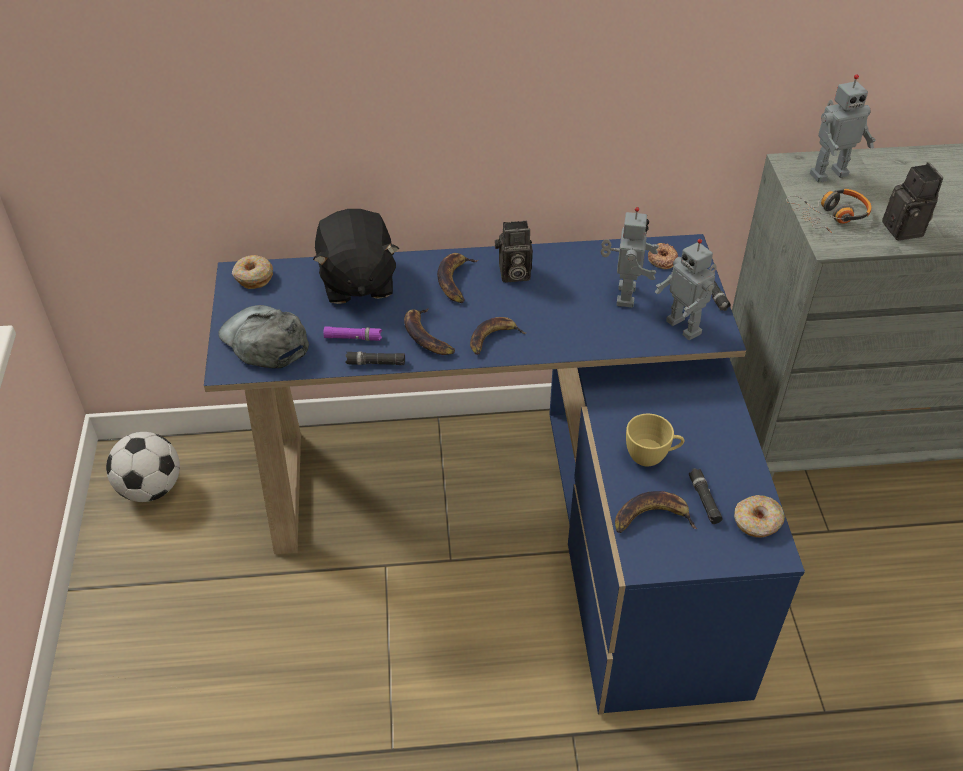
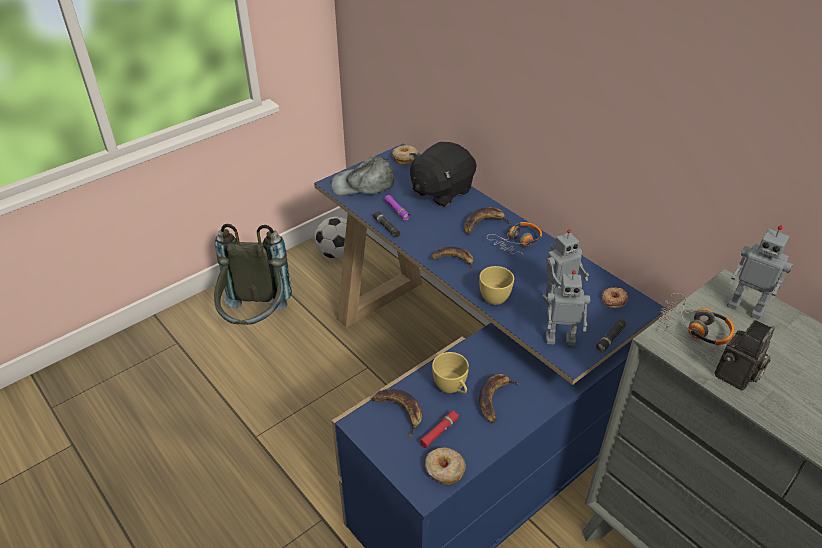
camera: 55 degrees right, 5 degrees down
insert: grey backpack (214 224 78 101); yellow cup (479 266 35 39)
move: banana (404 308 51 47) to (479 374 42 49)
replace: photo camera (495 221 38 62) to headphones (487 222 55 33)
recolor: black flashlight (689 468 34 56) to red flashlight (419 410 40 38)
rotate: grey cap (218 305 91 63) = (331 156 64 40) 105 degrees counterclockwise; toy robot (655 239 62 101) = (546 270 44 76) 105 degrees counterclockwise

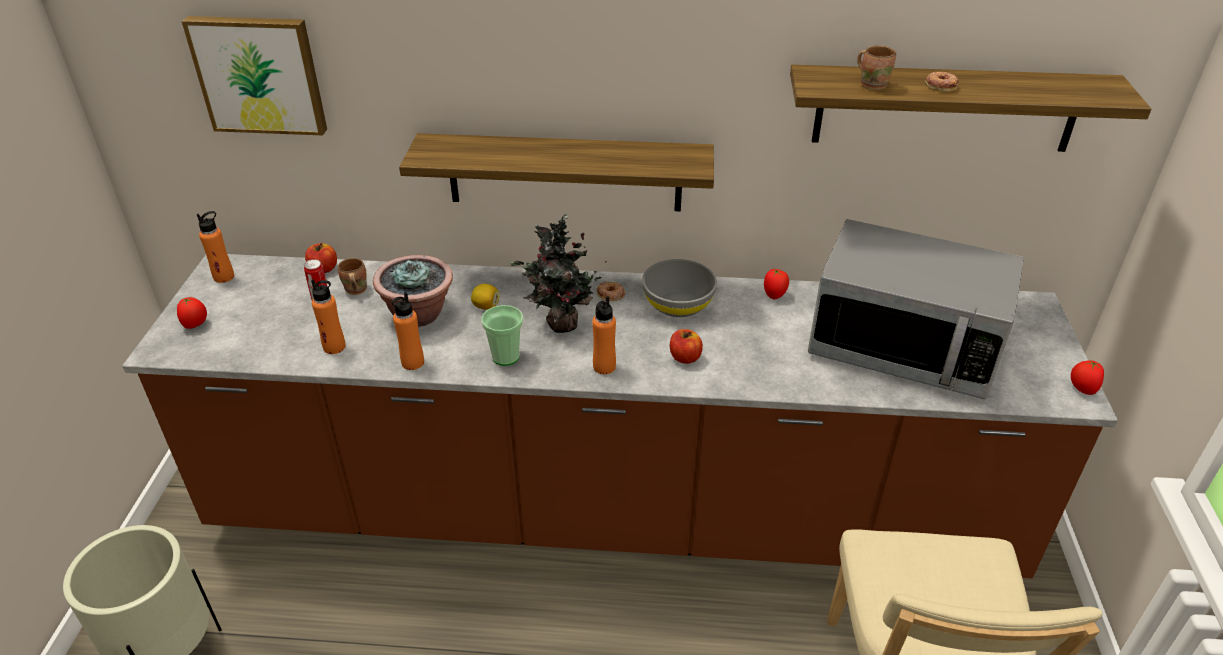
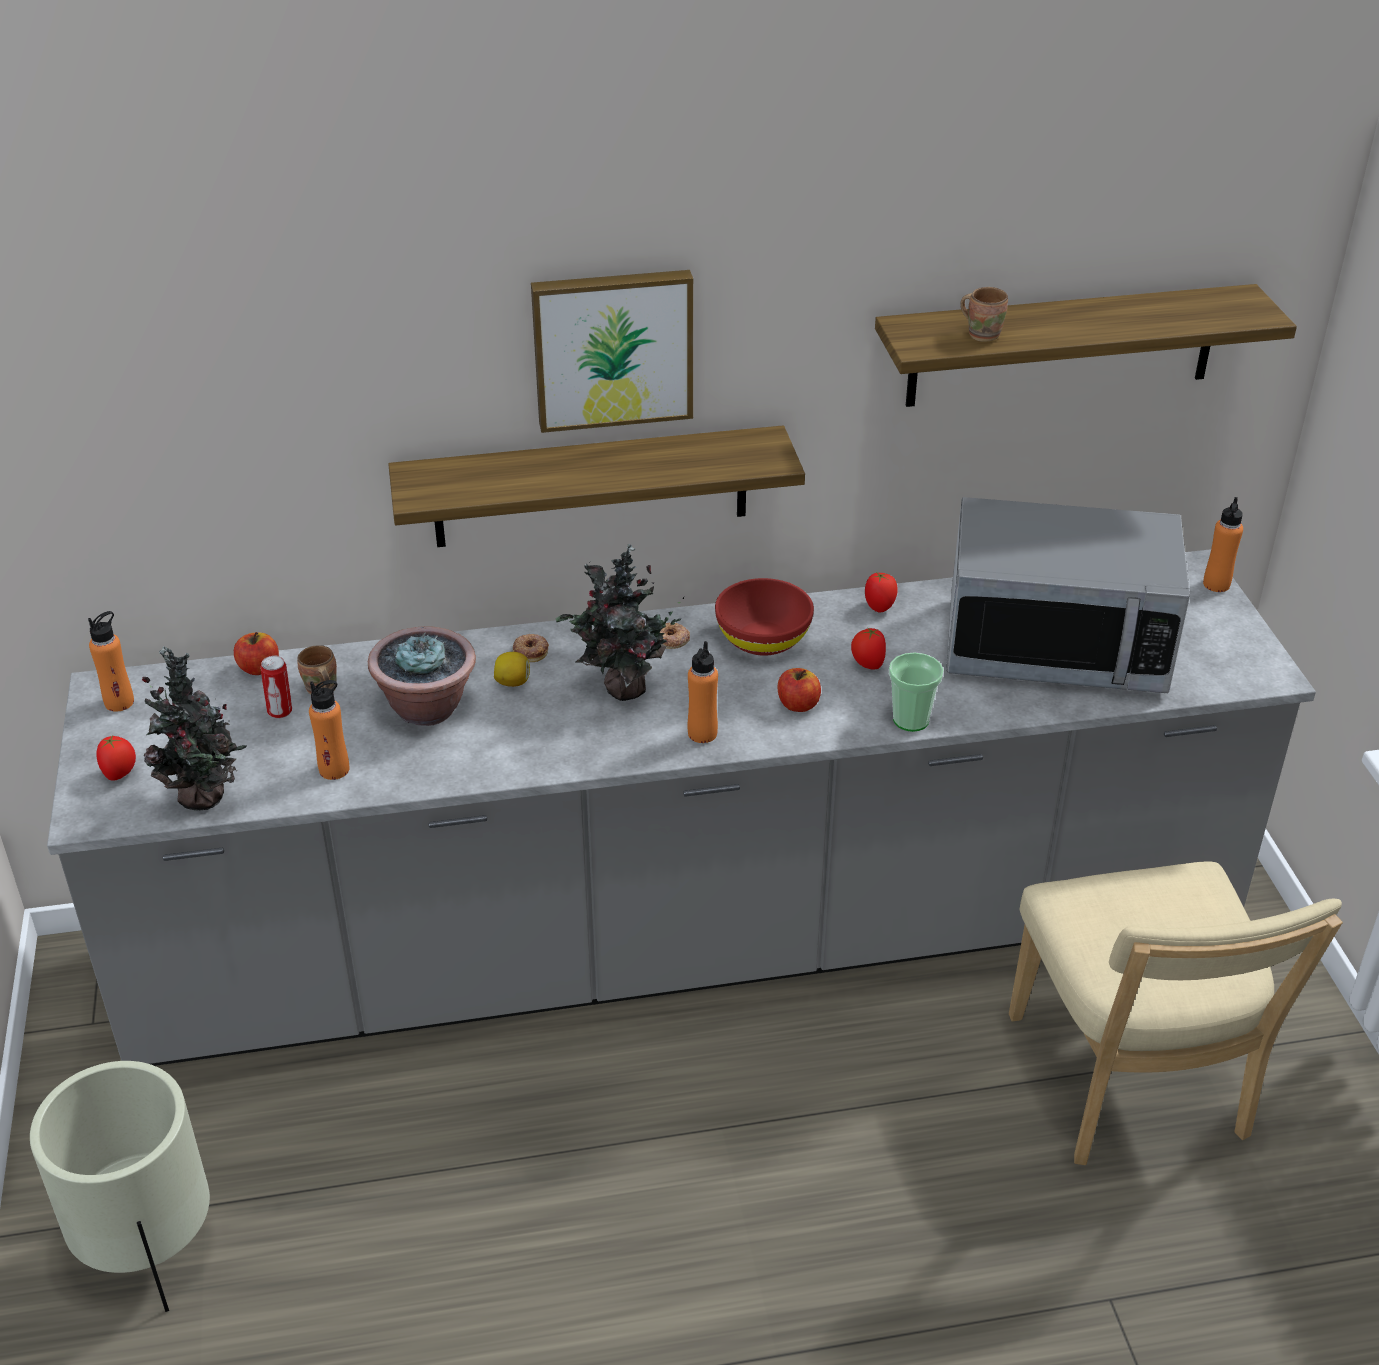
camera: 15 degrees left, 0 degrees up
insert: potted plant (142 646 105 165)
move: picture (182 16 145 119) to (531 270 162 163); orange bottle (392 292 32 78) to (1203 497 40 95); cup (481 305 42 61) to (889 652 55 80); donut (925 72 34 20) to (513 634 36 28); tomato (1071 359 33 36) to (851 627 35 43)
recolor: brown counter (122 254 996 325) to grey counter (47 549 1269 517); grey bowl (642 259 75 58) to red bowl (715 578 99 78)

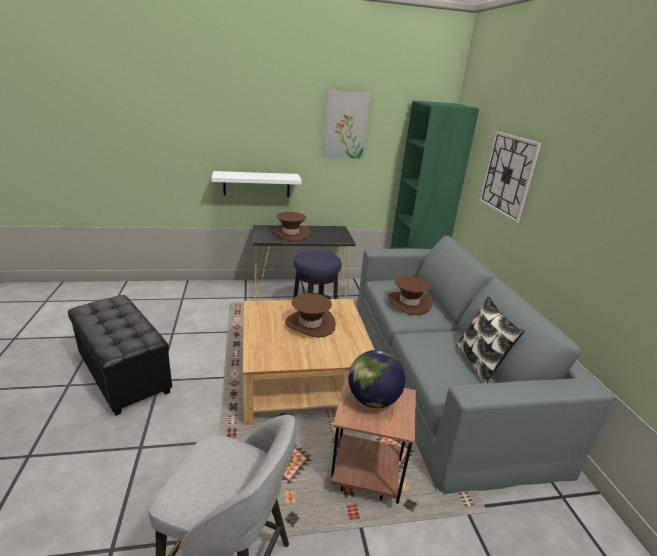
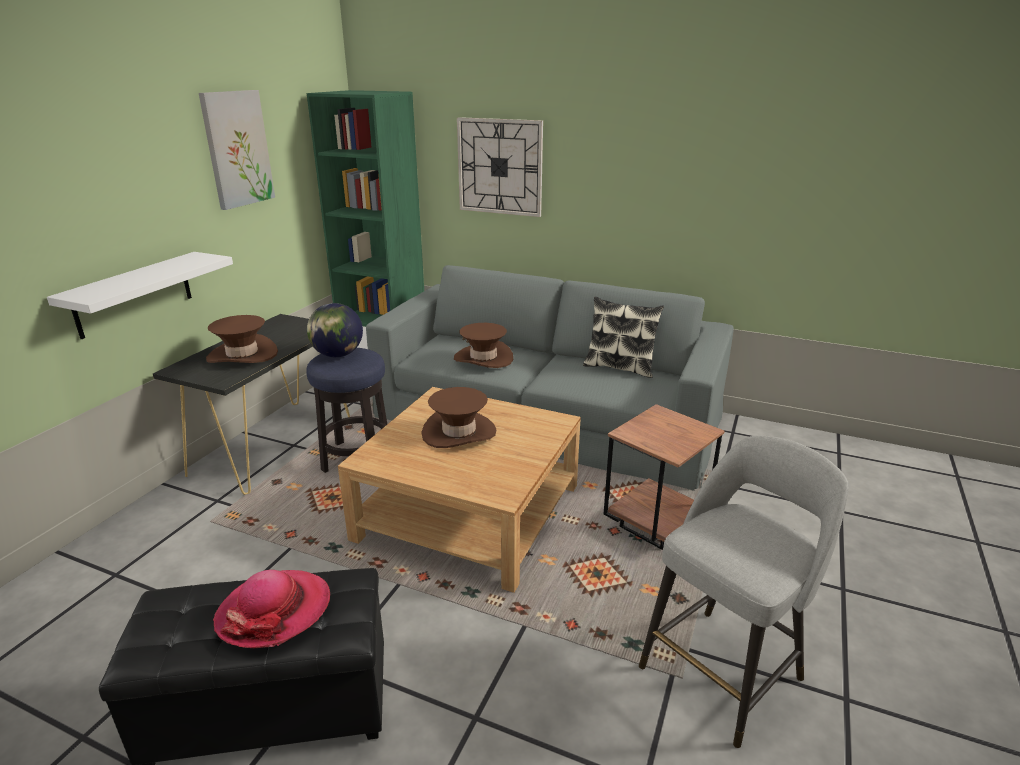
camera: 55 degrees left, 0 degrees up
insert: hat (213 570 117 78)
move: globe (348 350 57 58) to (307 303 56 54)

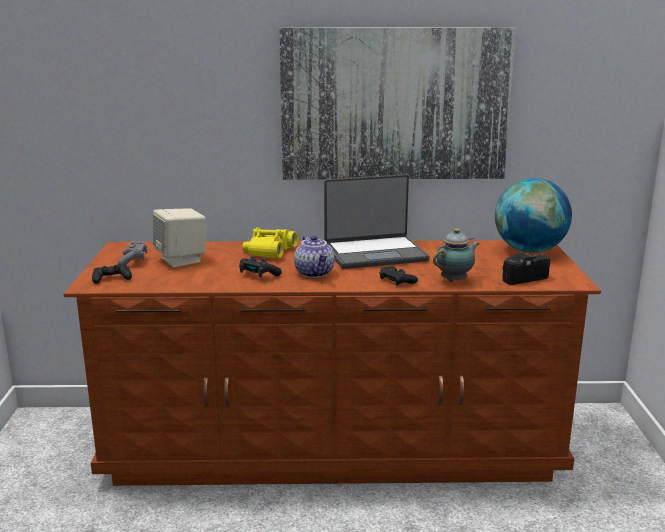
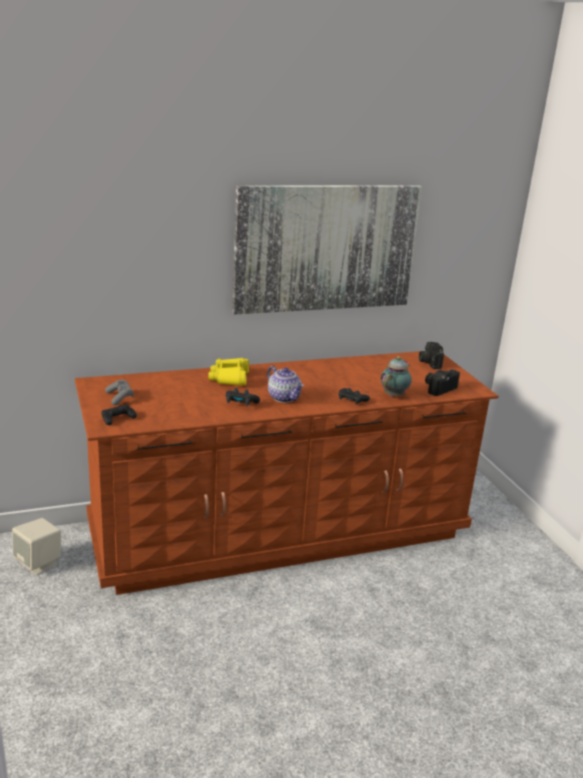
camera: 20 degrees left, 5 degrees up
delete: laptop (324 174 106 95)
move: beige speaker (153 208 53 60) to (12 518 49 57)
replace: globe (495 178 77 75) to photo camera (419 342 25 27)

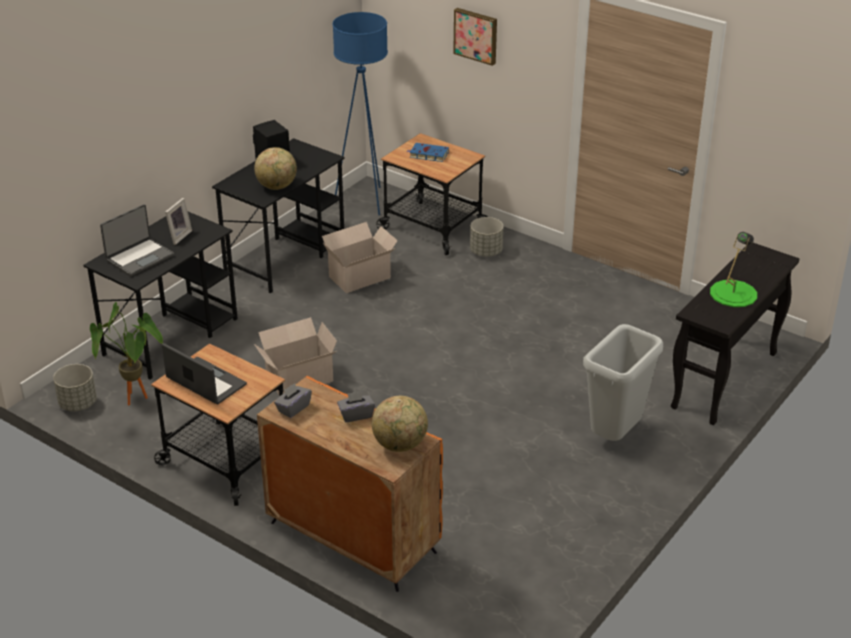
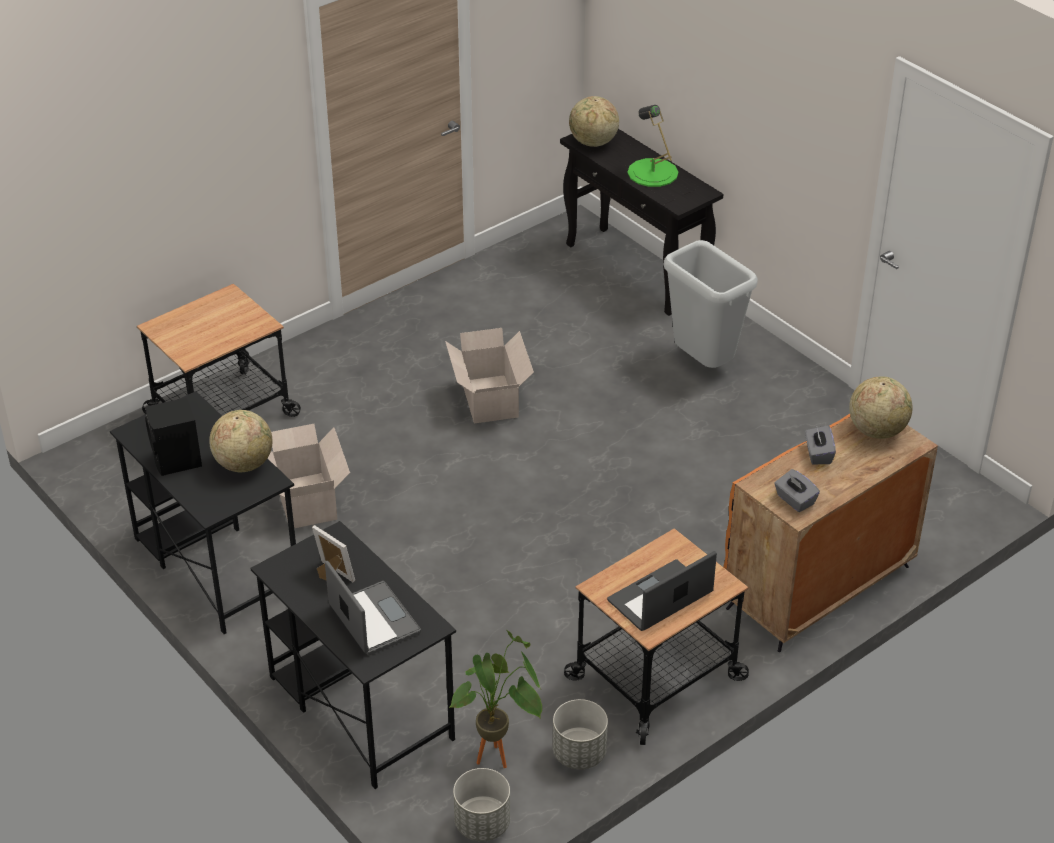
camera: 75 degrees left, 5 degrees up
delete: blue floor lamp (333 12 55 203); blue book (406 143 43 19); picture (453 8 44 58)
insert: globe (569 96 50 51)
move: cardboard box (254 317 83 77) to (445 328 89 96); grey planter (470 217 33 40) to (553 699 55 70)

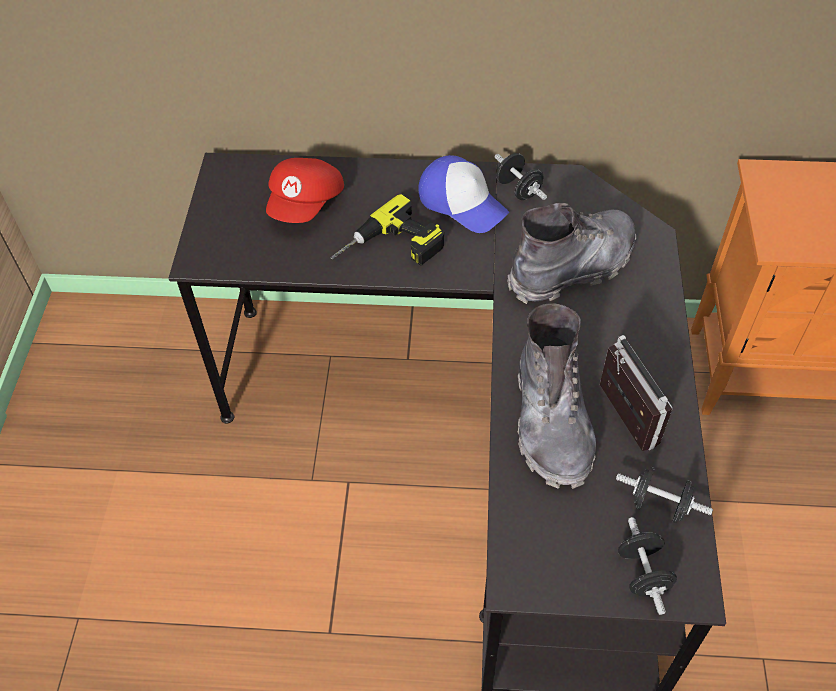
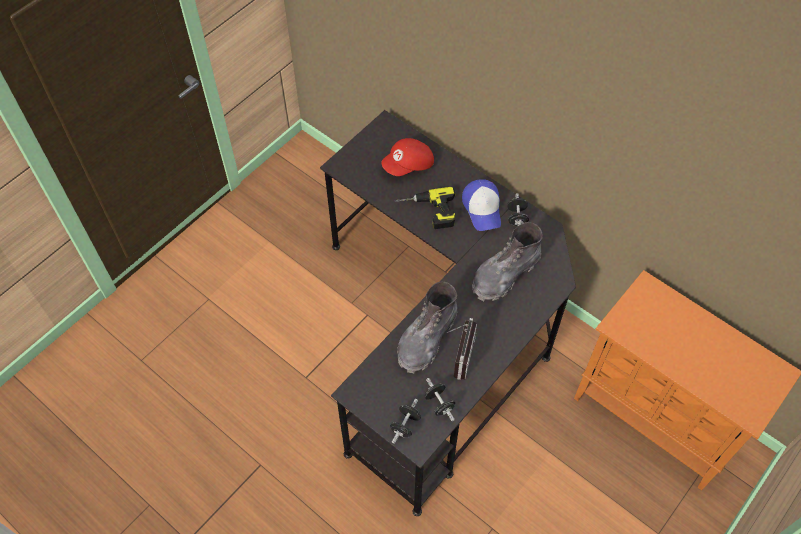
camera: 35 degrees right, 5 degrees up
rotate: grey boot (507 203 130 101) = (472 222 71 79) 135 degrees clockwise

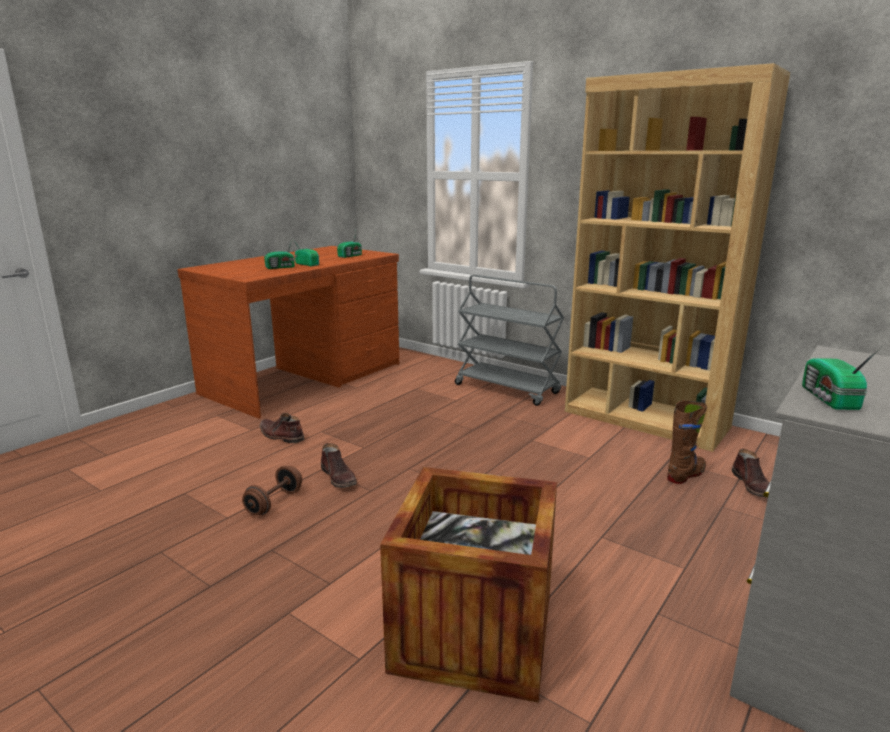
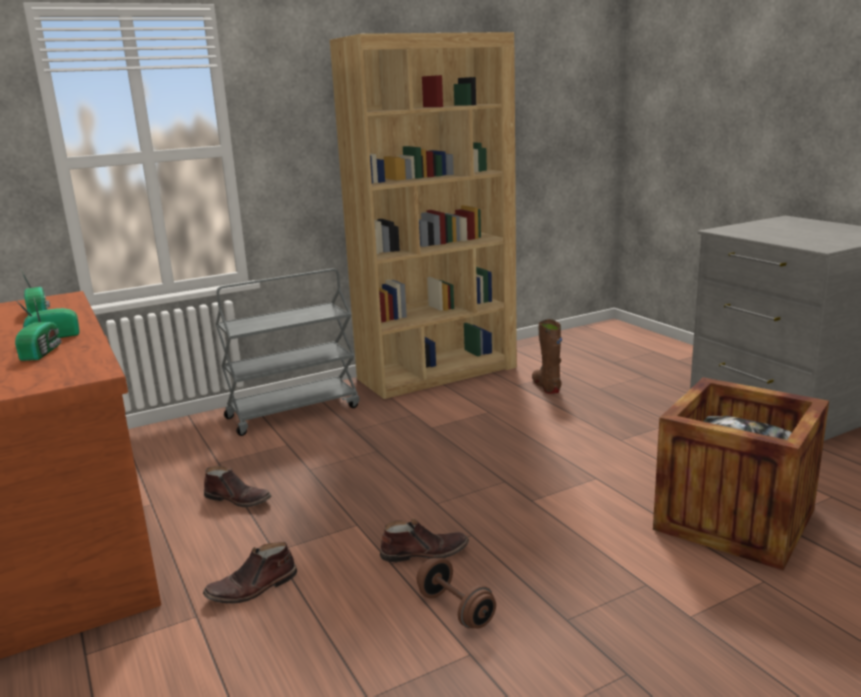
camera: 65 degrees left, 0 degrees up
delete: radio (802 346 80 64)
move: brown boot (732 449 38 49) to (204 466 67 41)

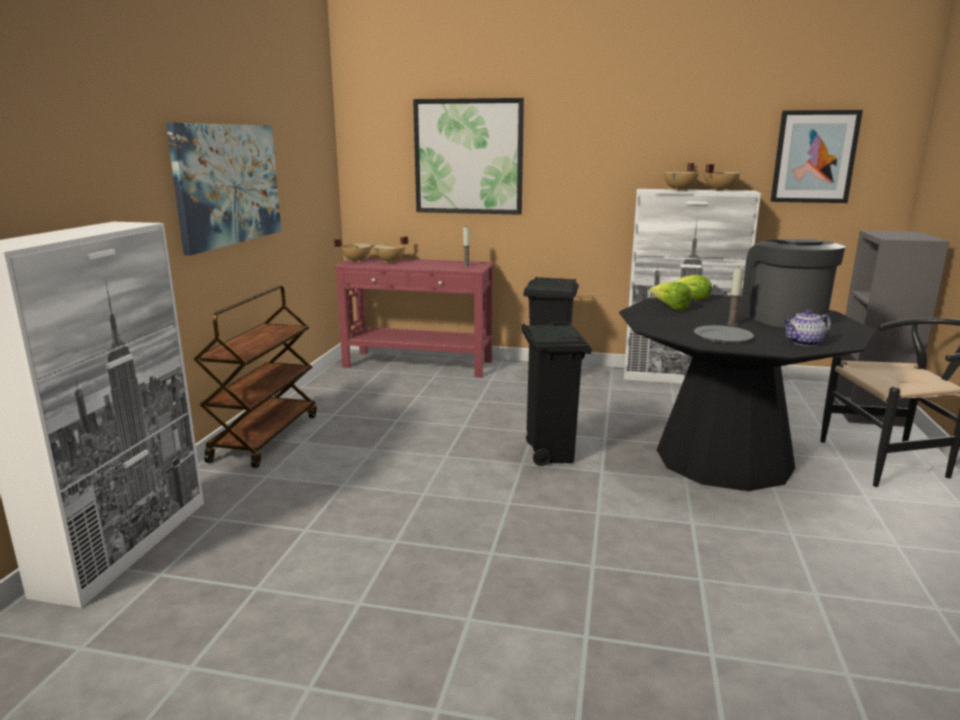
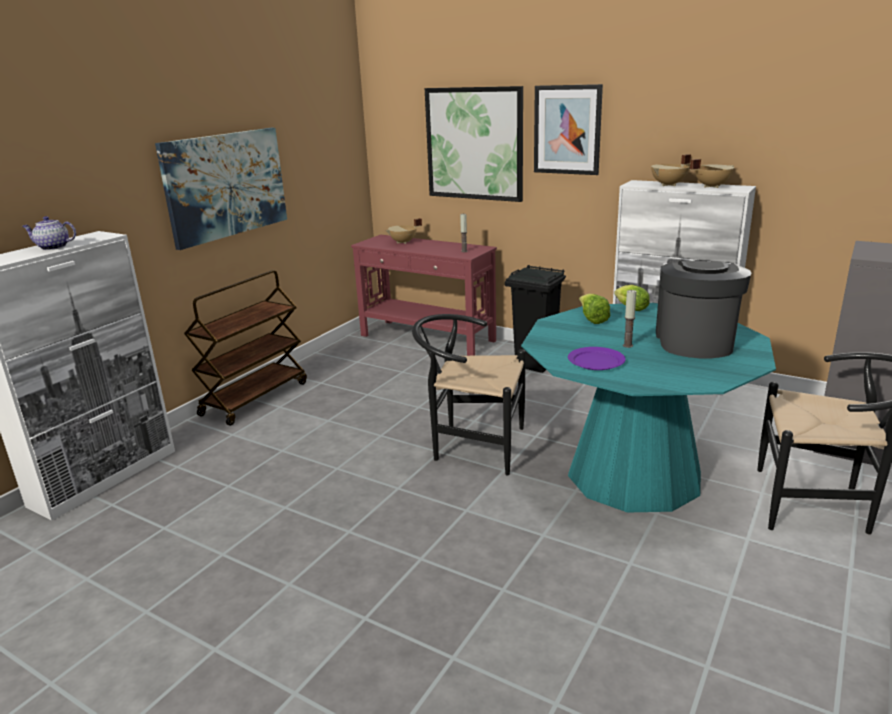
camera: 20 degrees right, 5 degrees up
delete: beige cooking pot (333 239 42 23)
move: picture (771 110 92 93) to (534 84 69 91); teapot (783 309 48 37) to (22 216 54 34)
replace: black trash can (522 322 70 144) to black chair (412 314 114 162)
recolor: black dining table (619 295 257 196) to turquoise dining table (521 303 255 209); grey plate (694 325 60 18) to purple plate (568 347 58 23)

